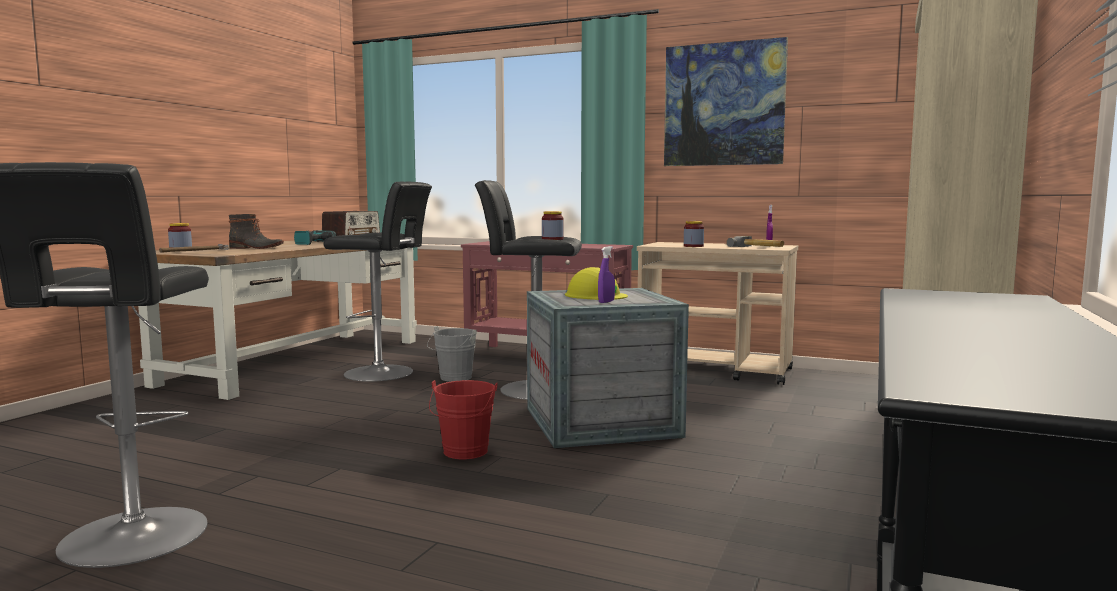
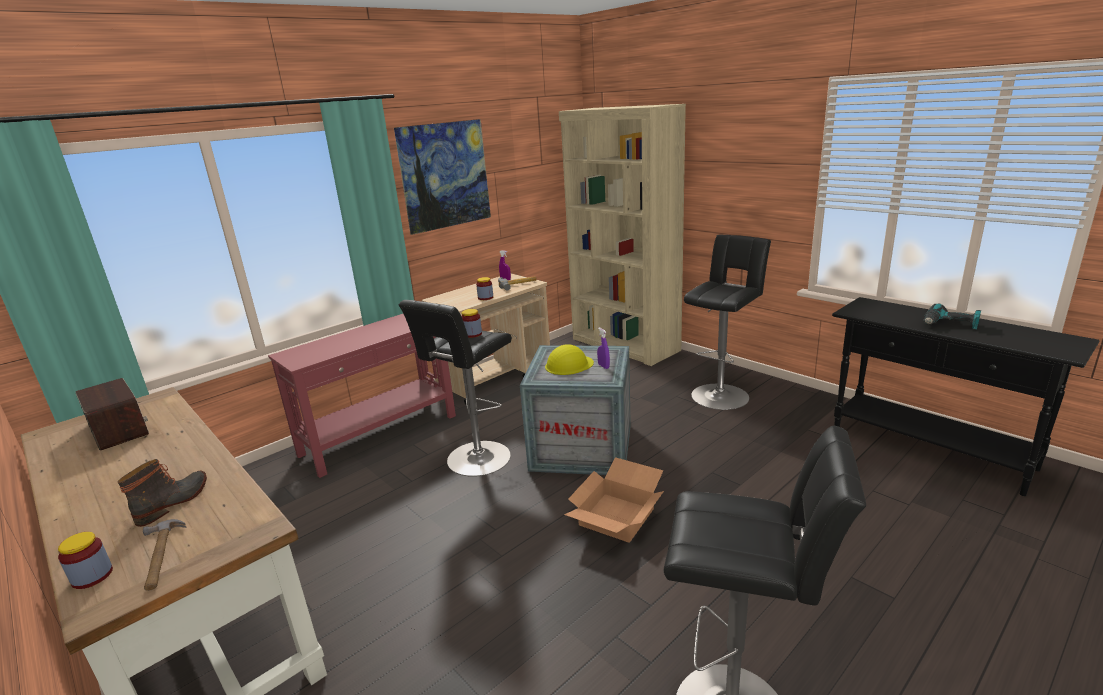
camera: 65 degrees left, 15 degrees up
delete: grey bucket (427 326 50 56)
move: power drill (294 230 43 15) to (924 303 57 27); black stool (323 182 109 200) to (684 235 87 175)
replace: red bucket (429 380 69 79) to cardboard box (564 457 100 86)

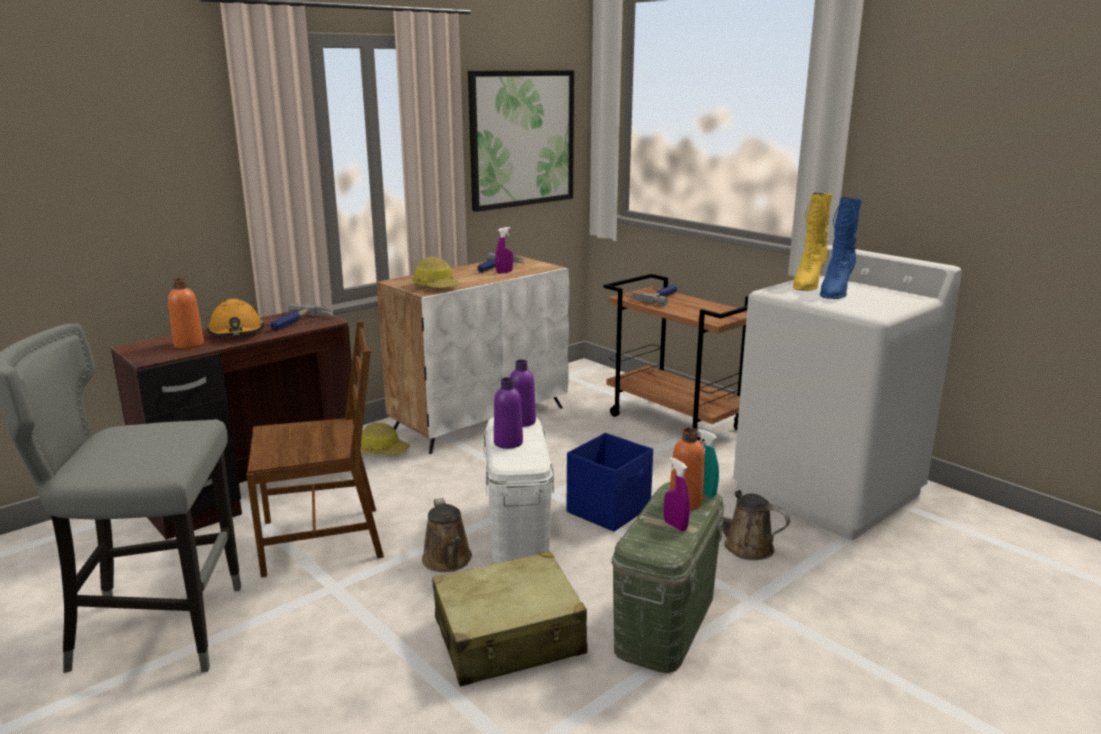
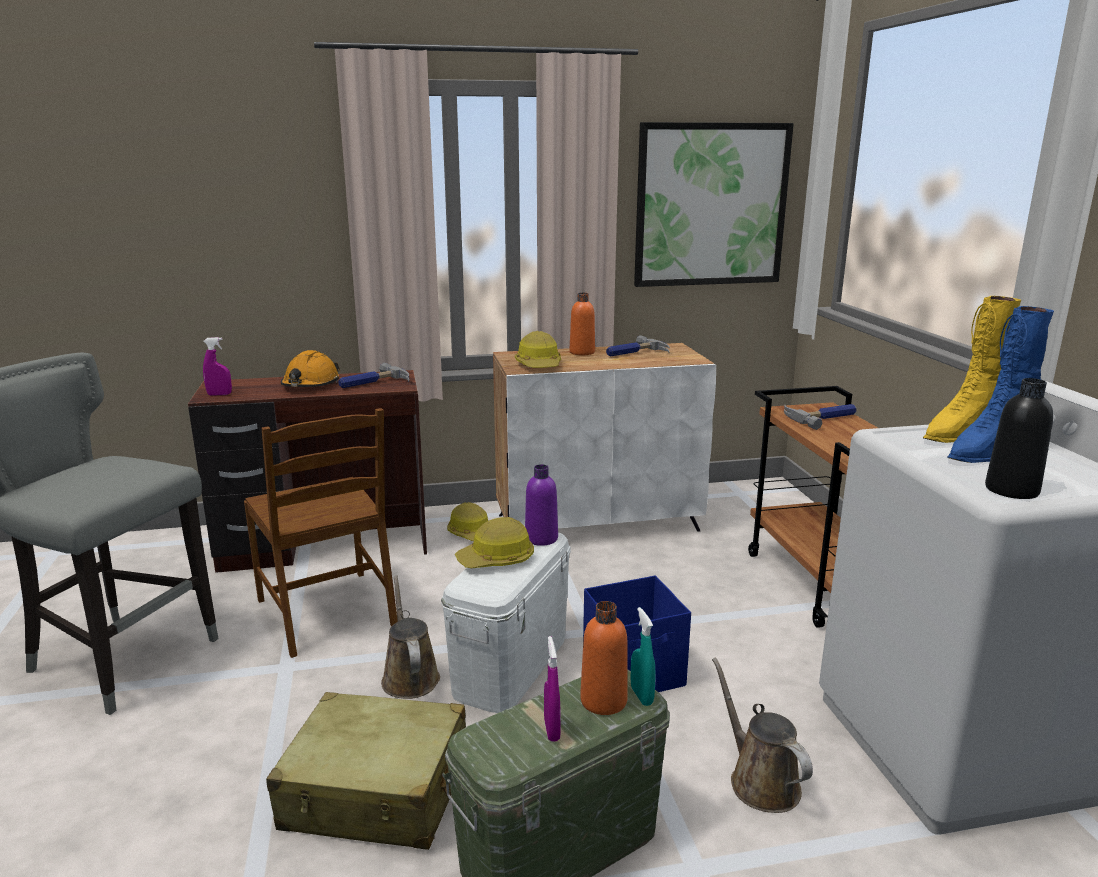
camera: 30 degrees right, 0 degrees up
insert: black bottle (985 378 68 121)
move: orange bottle (168 278 36 71) to (570 293 25 62); purple spray bottle (495 227 18 47) to (203 337 29 59)
replace: purple bottle (494 377 29 72) to hard hat (455 517 79 51)
rotate: brown chair (246 320 138 258) = (244 408 154 250) 45 degrees clockwise; brown watering can (422 497 50 75) = (381 576 59 123) 150 degrees clockwise

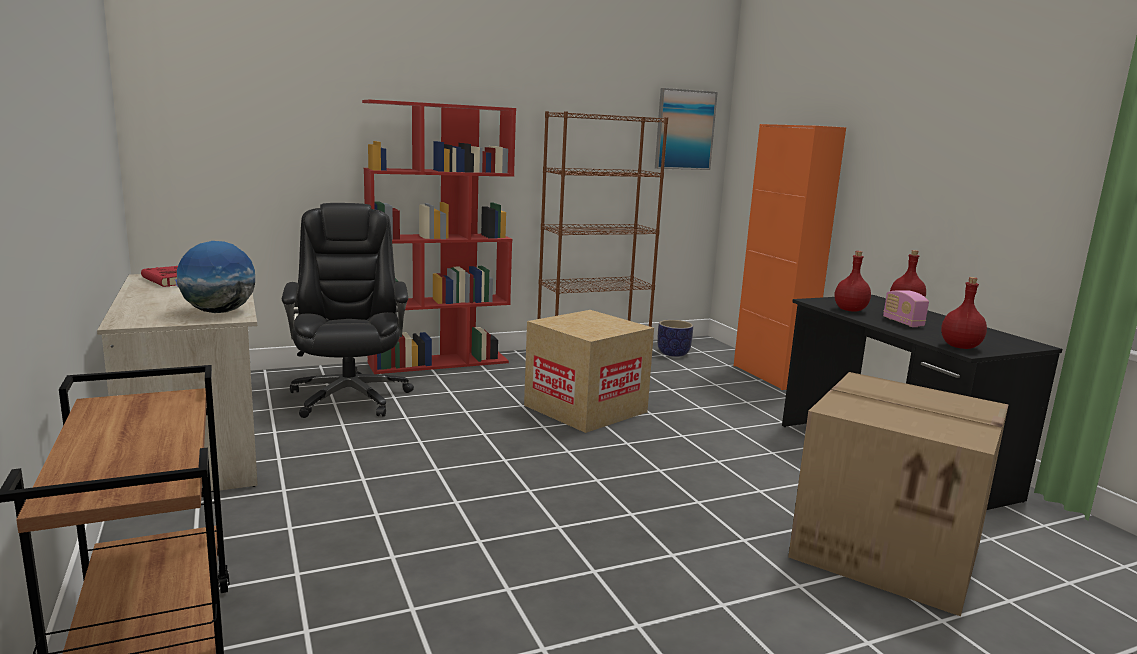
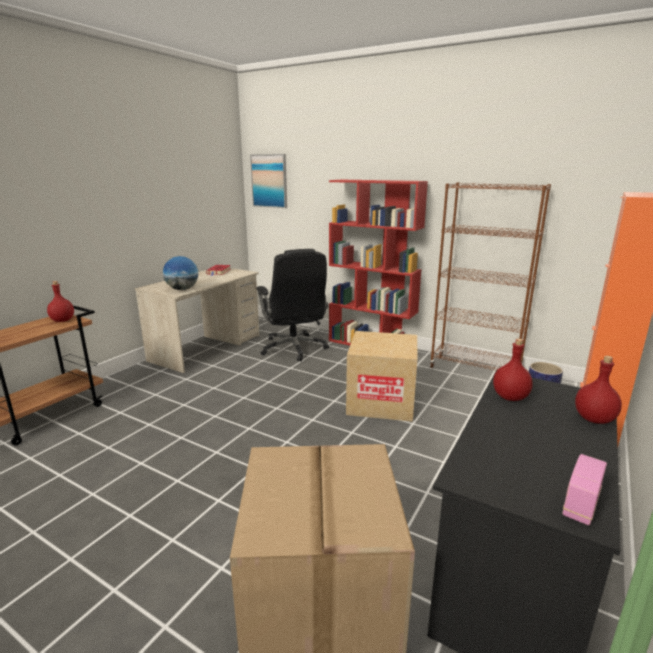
camera: 55 degrees right, 5 degrees up
move: picture (655 88 63 82) to (250 154 37 54); radio (883 290 46 37) to (562 454 45 71); red bottle (941 277 46 72) to (47 281 27 41)
rotate: black office chair (282 203 132 215) = (256 249 73 112) 120 degrees clockwise

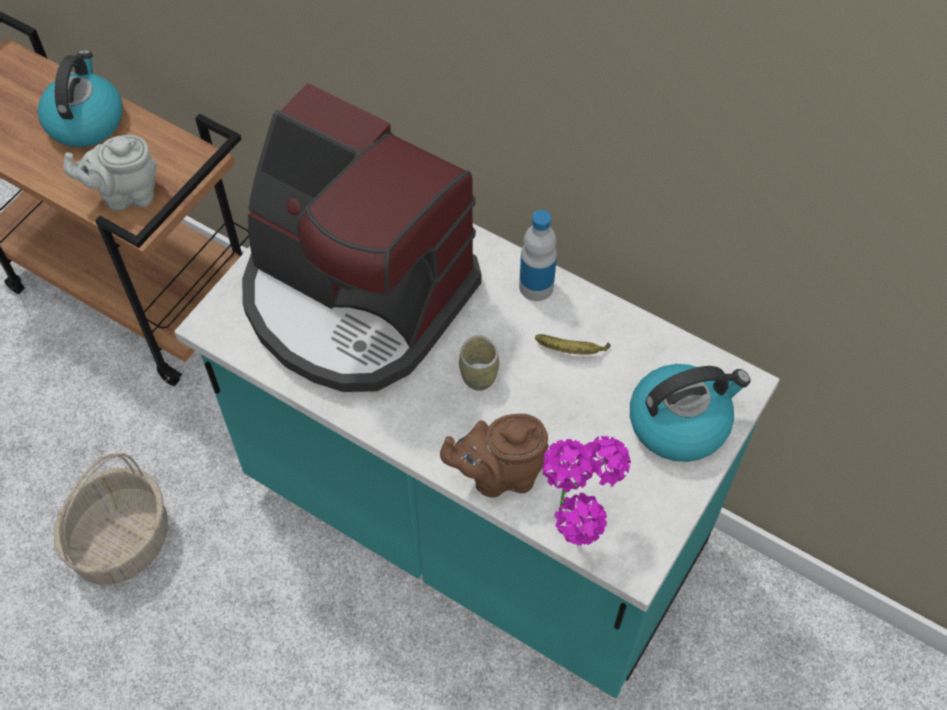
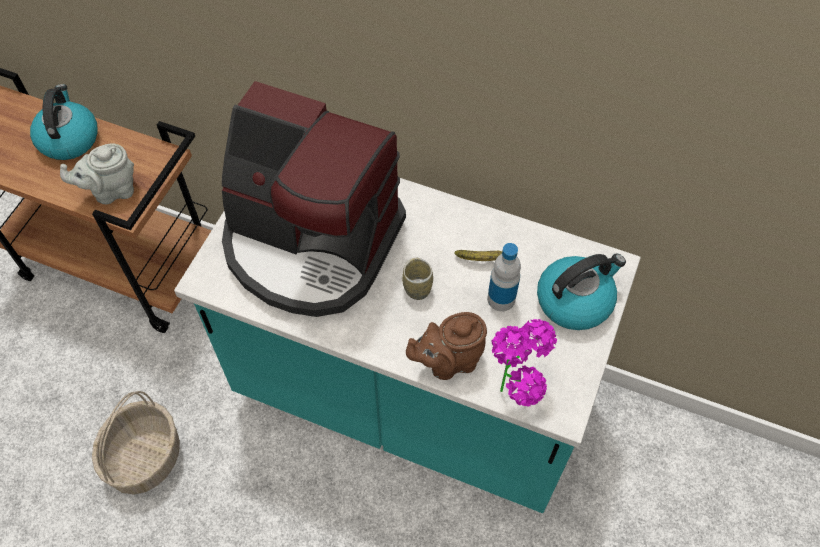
camera: 10 degrees left, 0 degrees up
move: bottle (519 210 38 91) to (487 243 34 68)

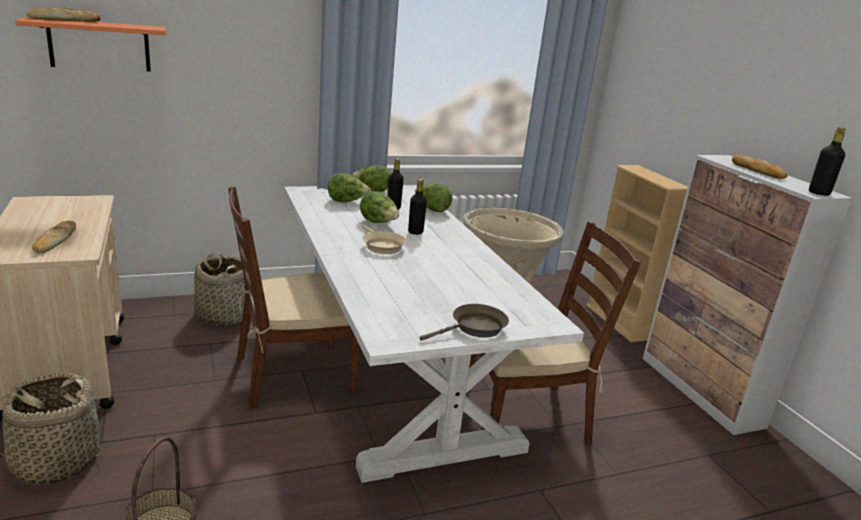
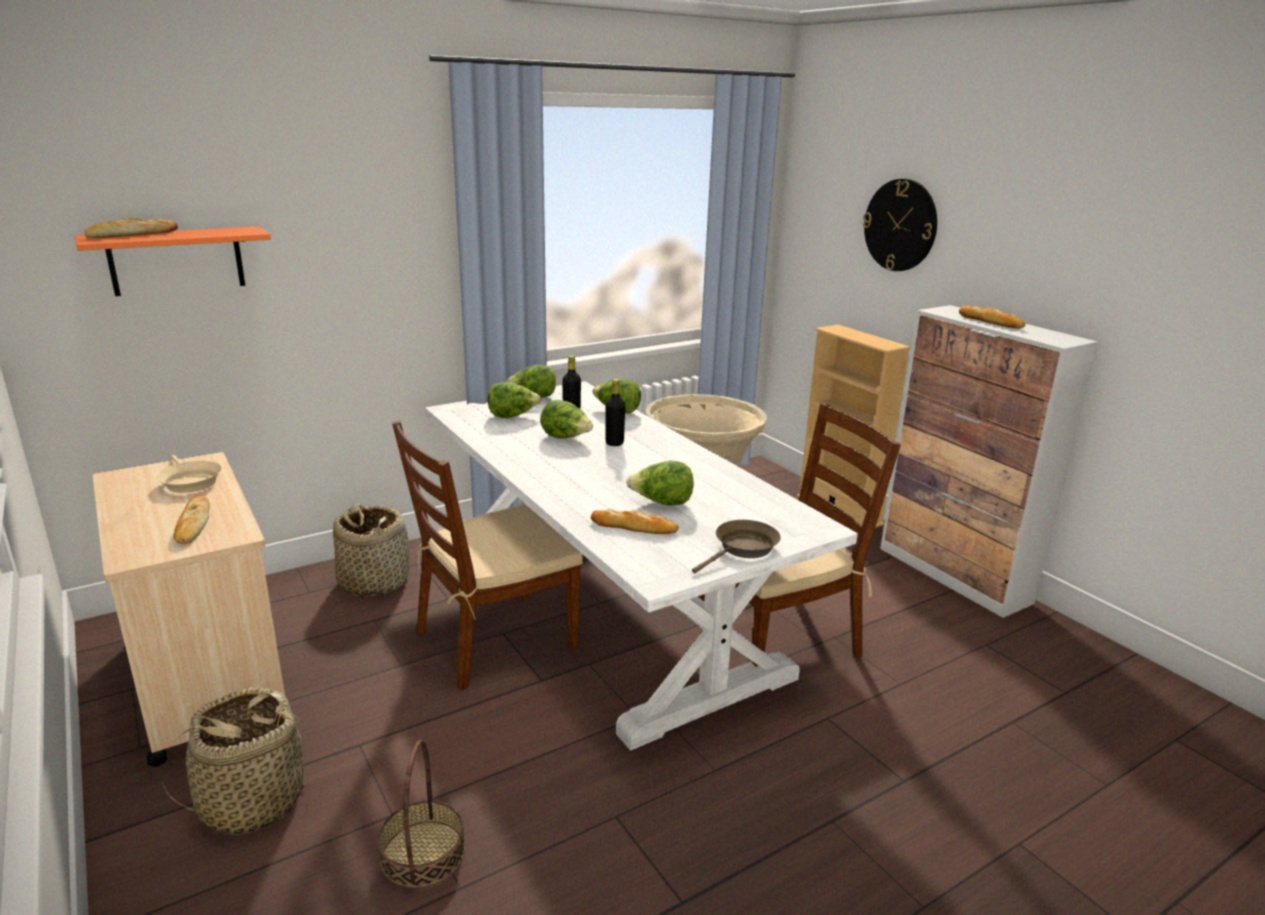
camera: 10 degrees left, 0 degrees up
delete: black bottle (809 127 37 69)
insert: bread (591 509 88 25); lettuce (626 461 68 44); wall clock (863 179 74 92)
move: beige frying pan (362 225 45 29) to (157 455 65 38)

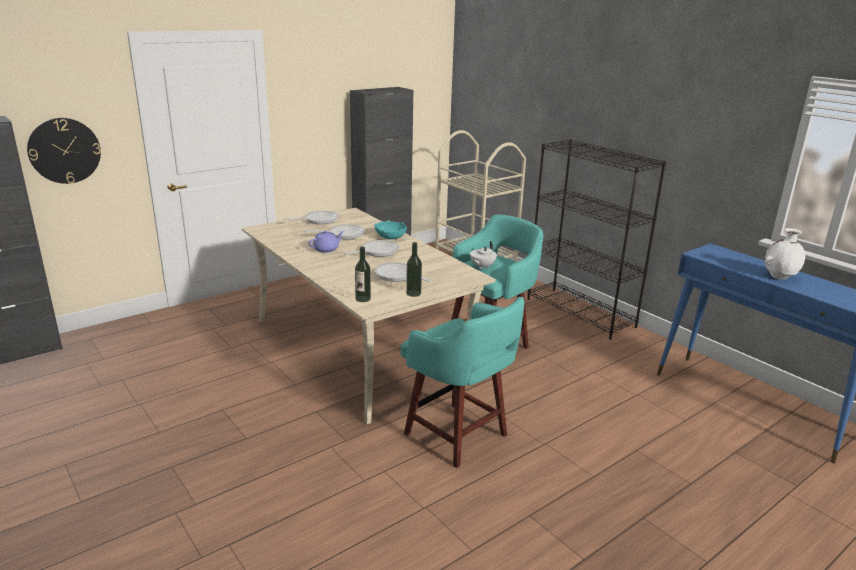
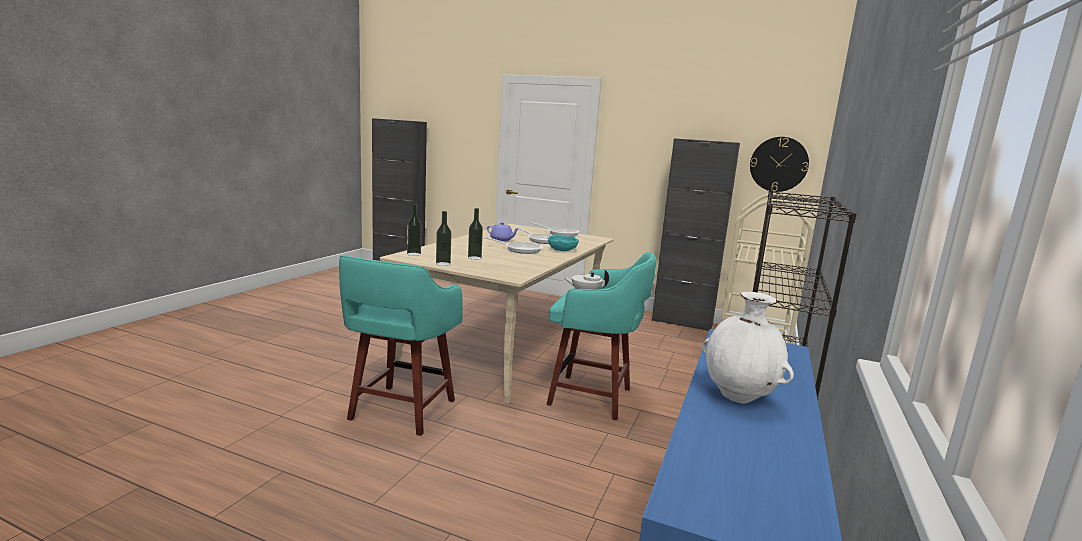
camera: 60 degrees right, 10 degrees down
move: wall clock (27 118 74 66) to (750 137 59 55)
replace: frying pan (375 262 57 20) to bottle (468 208 15 52)

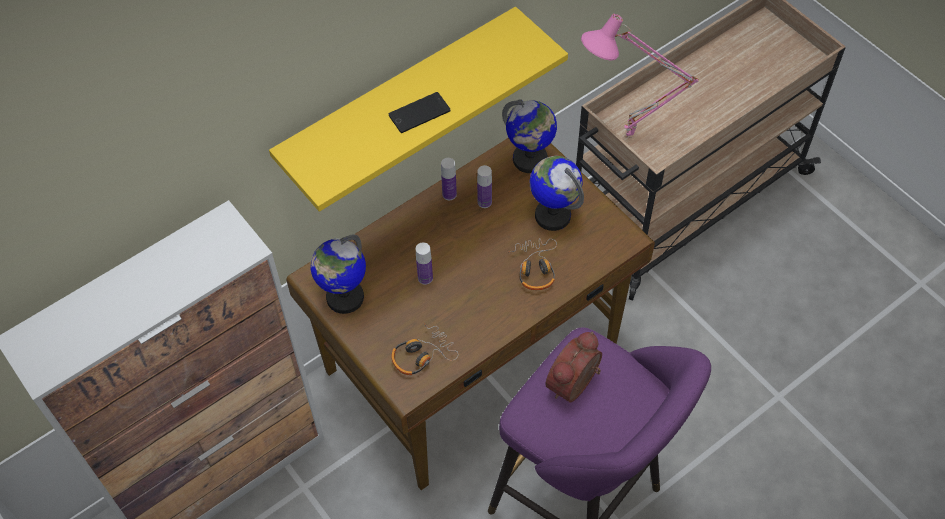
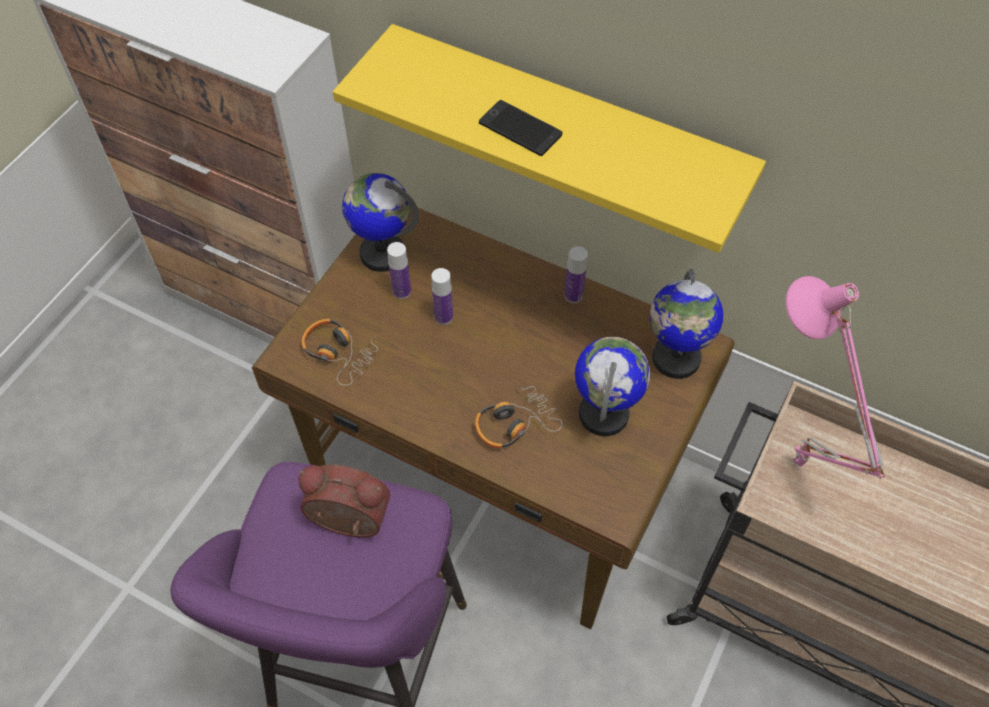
camera: 65 degrees right, 0 degrees up
move: bottle (477 165 15 43) to (387 242 24 57)

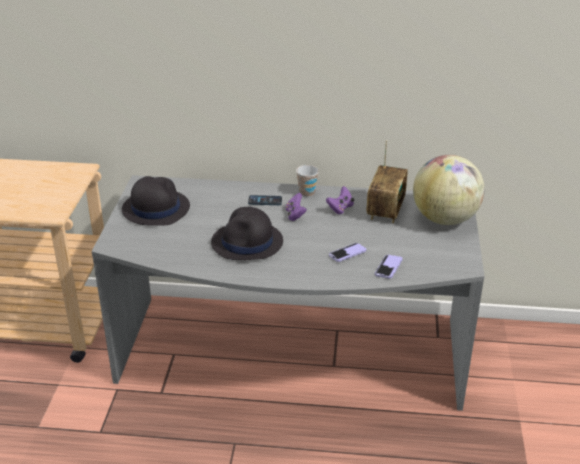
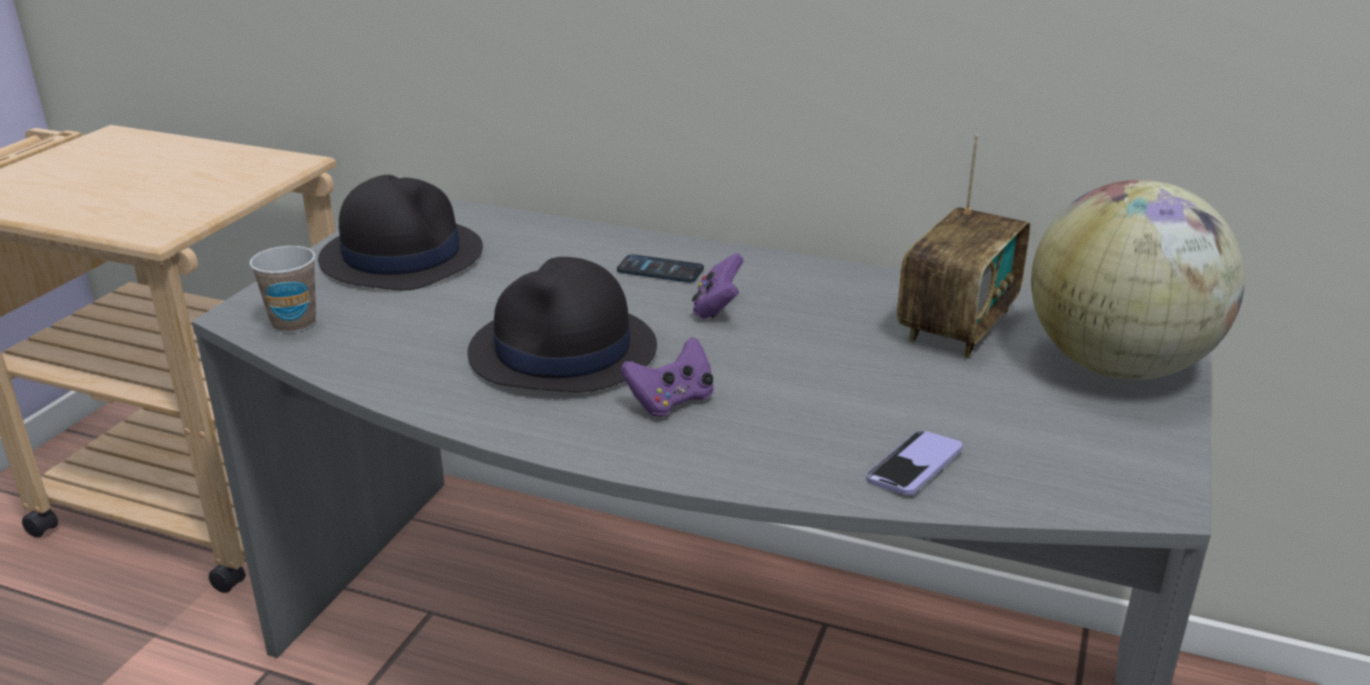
camera: 15 degrees right, 5 degrees down
delete: phone (329 243 38 19)
move: cup (296 165 23 32) to (249 246 67 87); purple game controller (326 186 28 28) to (620 337 93 80)

